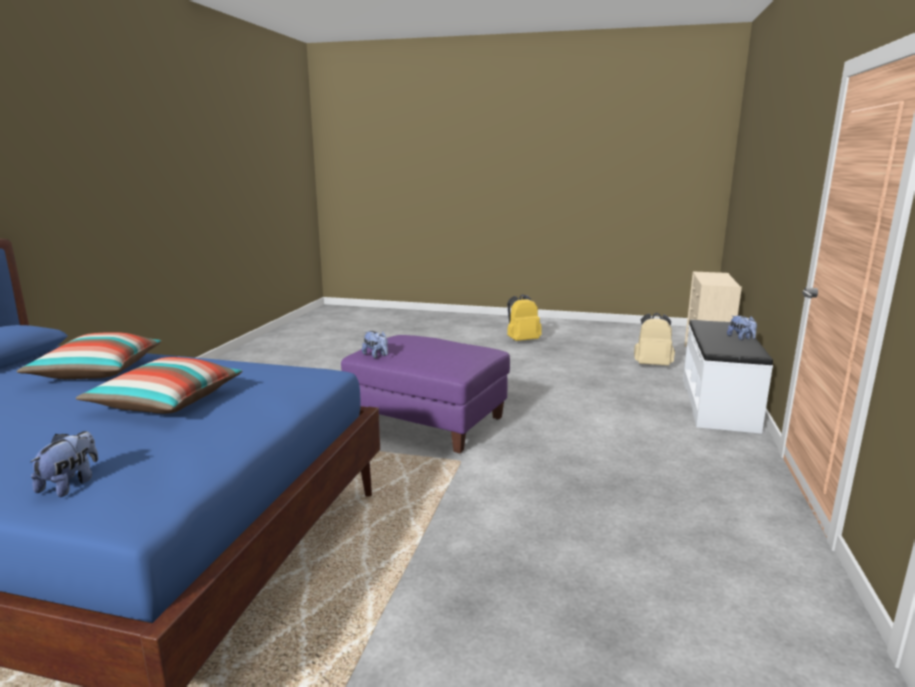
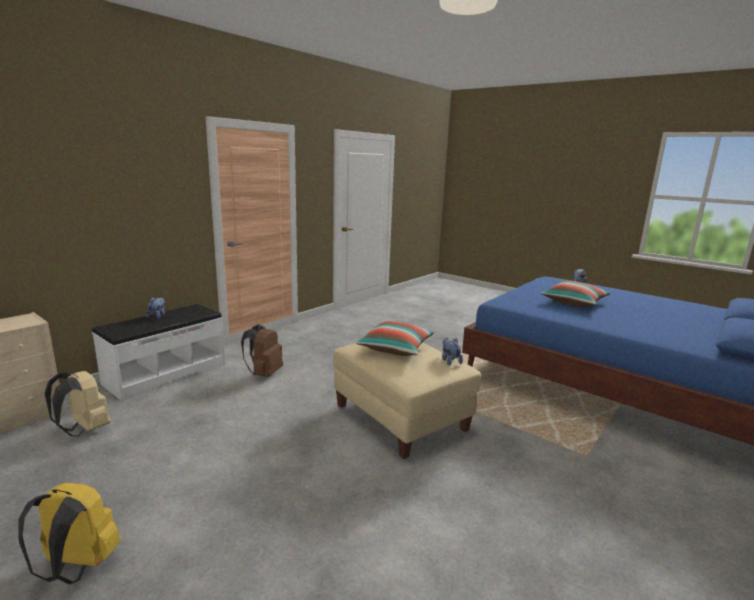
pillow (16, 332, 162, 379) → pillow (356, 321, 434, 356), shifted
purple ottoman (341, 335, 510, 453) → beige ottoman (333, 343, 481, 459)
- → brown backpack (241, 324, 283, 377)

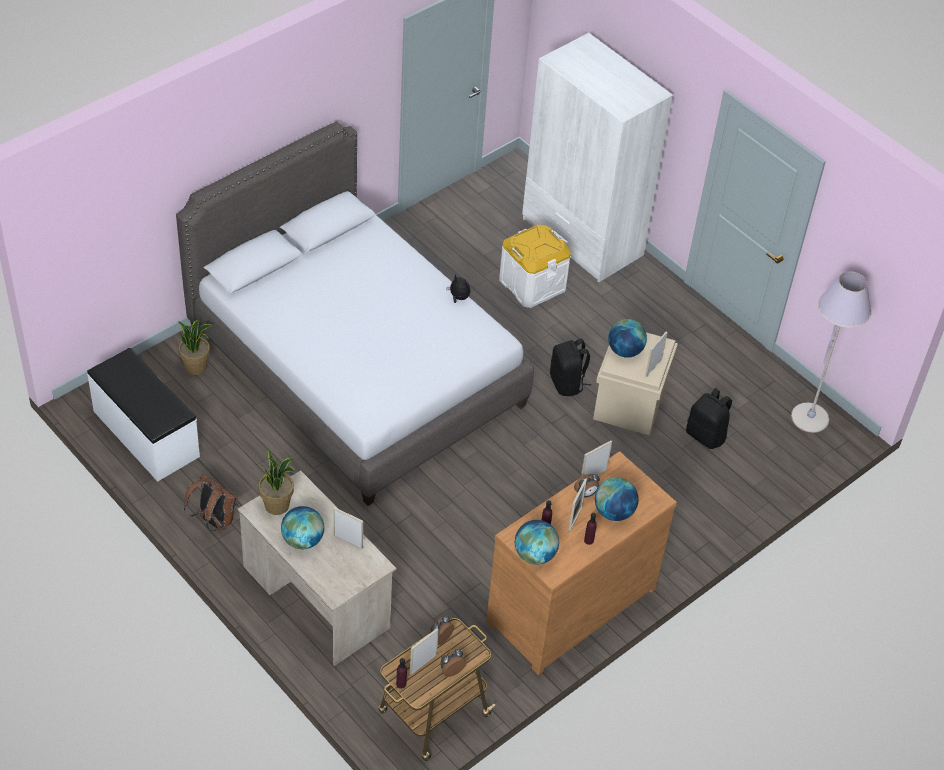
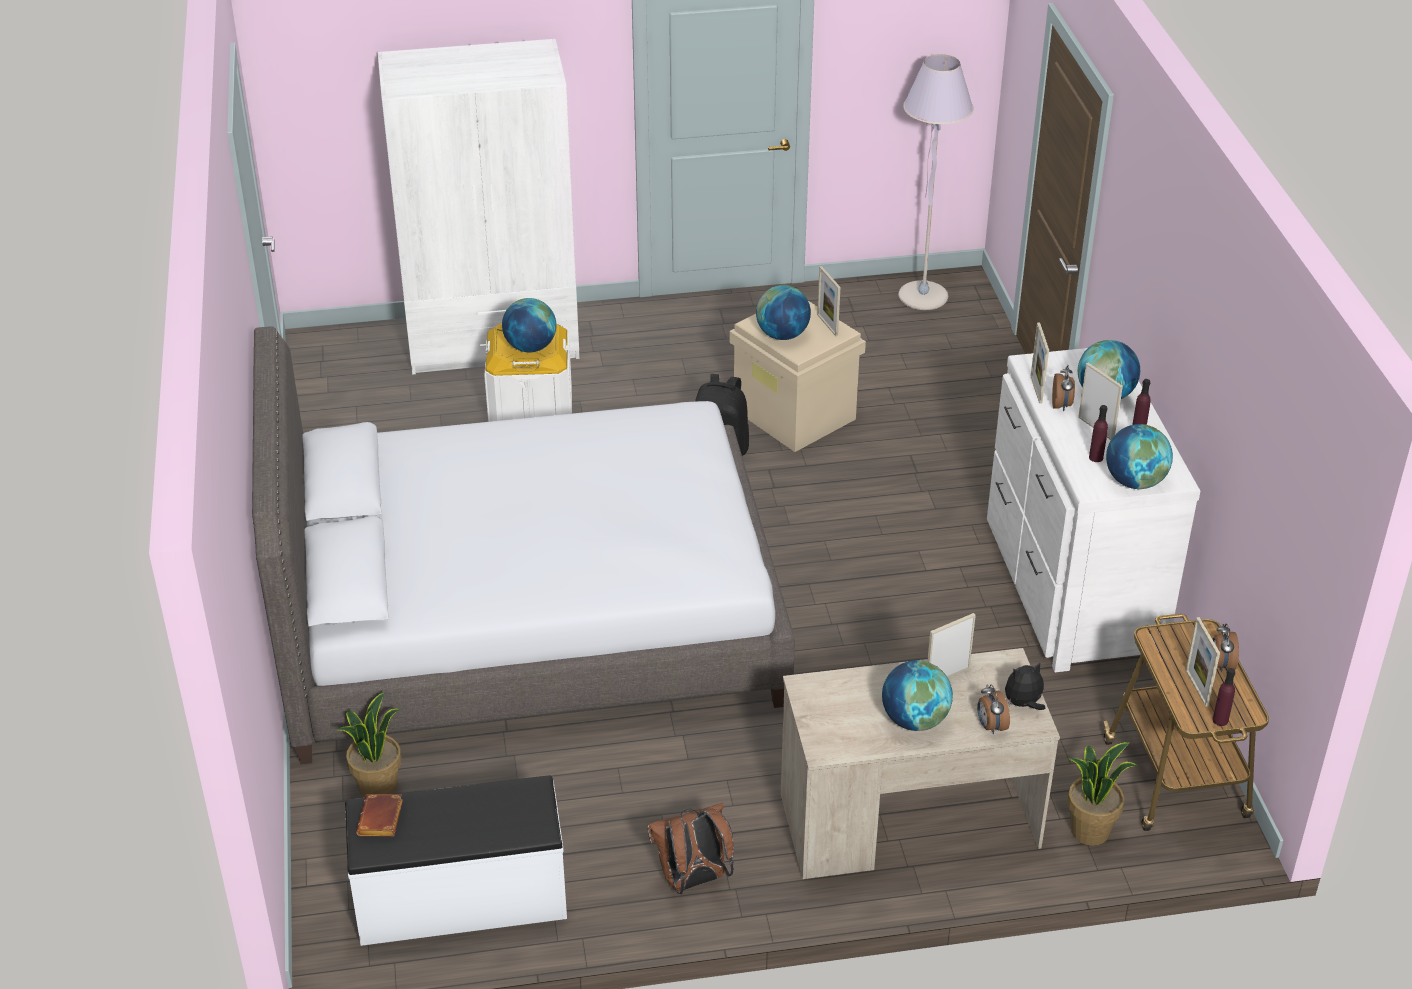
potted plant (258, 450, 295, 515) → potted plant (1067, 742, 1138, 846), shifted
alarm clock (430, 616, 454, 645) → alarm clock (977, 685, 1010, 734), shifted
plush toy (446, 274, 470, 303) → plush toy (1005, 662, 1045, 710), shifted
brown dresser (486, 451, 677, 675) → white dresser (987, 348, 1201, 672)
black backpack (686, 388, 732, 449) → -
- → brown book (356, 794, 403, 837)
- → globe (502, 298, 556, 352)

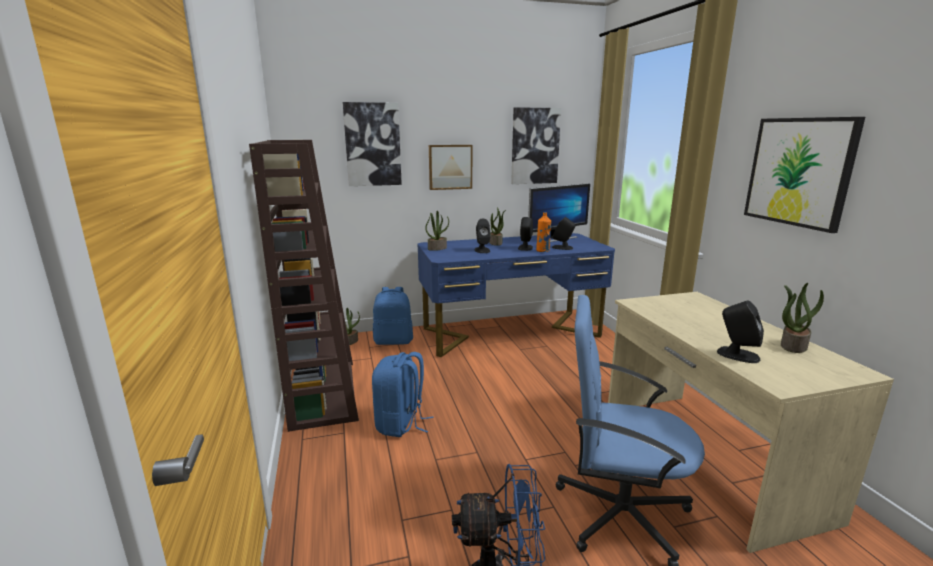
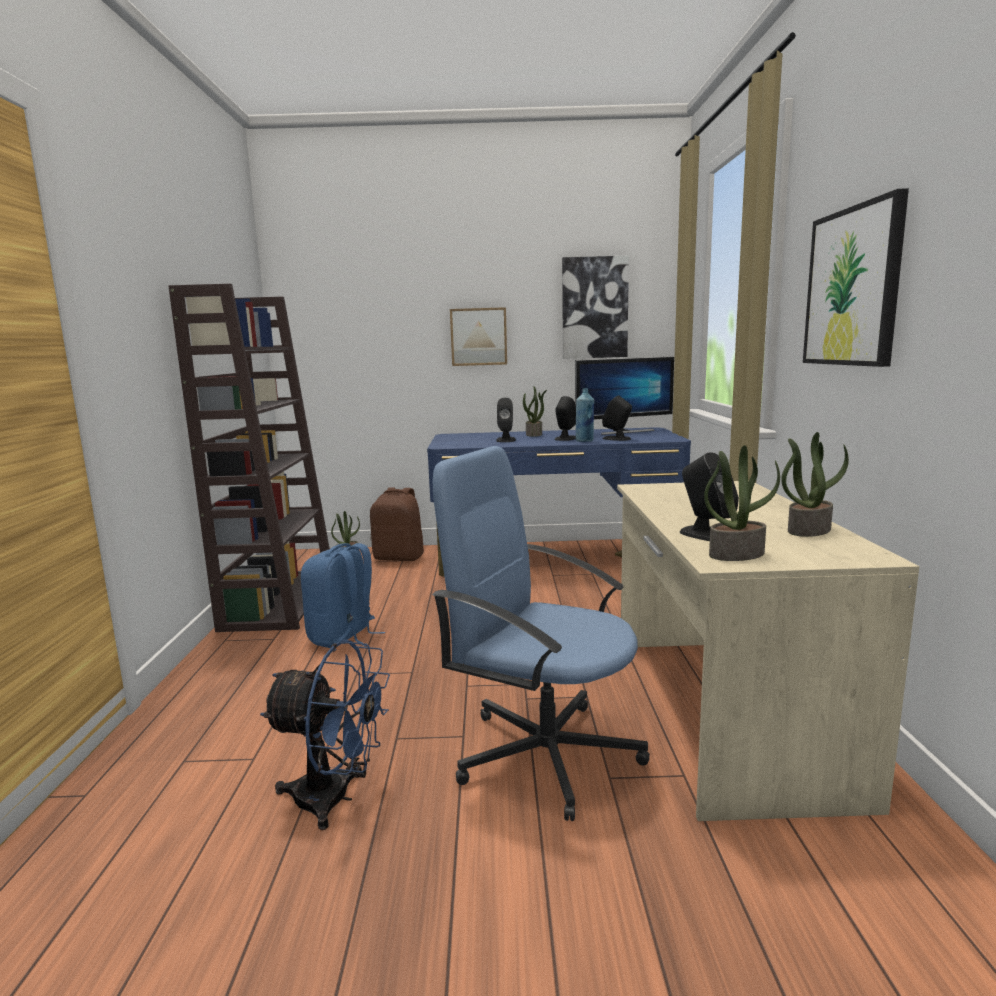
picture (343, 102, 402, 186) → -
blue backpack (373, 287, 413, 345) → brown backpack (370, 487, 424, 561)
potted plant (425, 211, 449, 251) → potted plant (704, 445, 780, 561), shifted
orange bottle (536, 212, 551, 252) → blue bottle (576, 388, 594, 442)

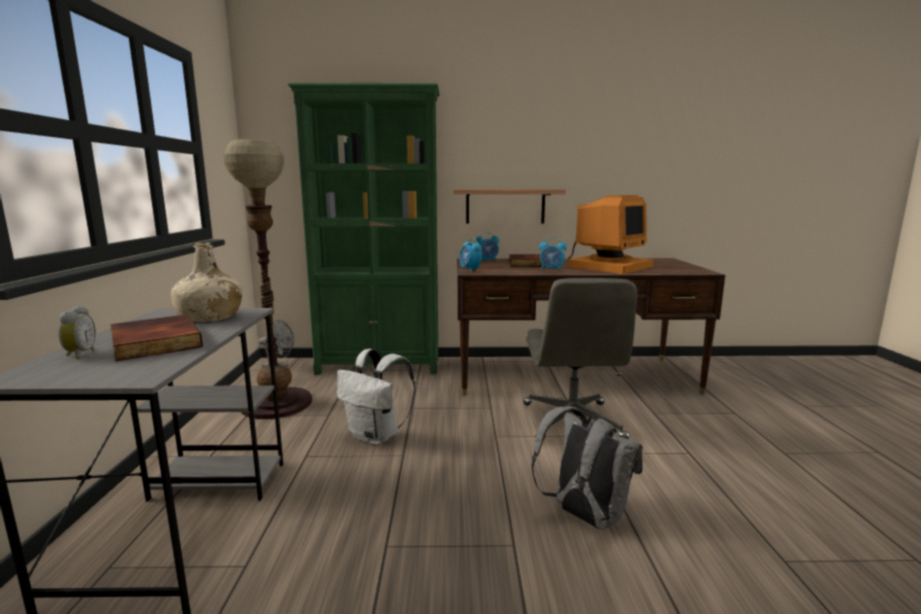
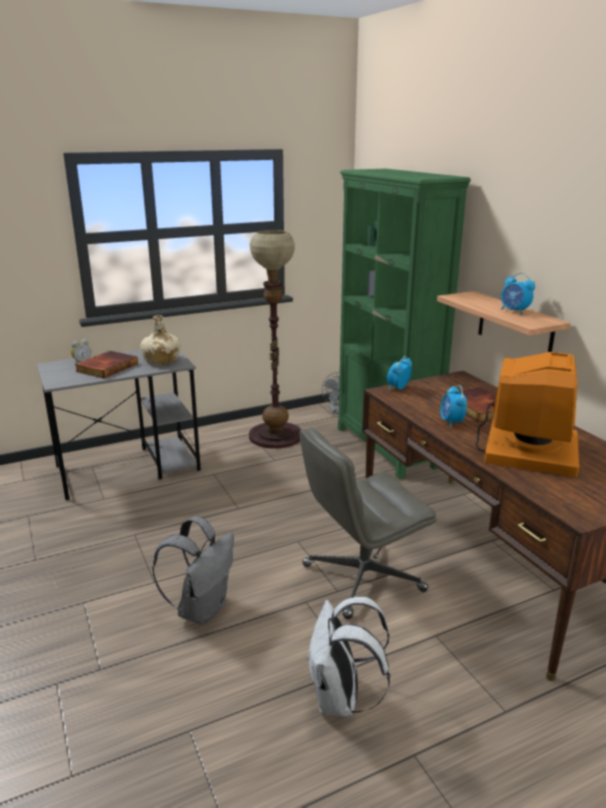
white backpack (336, 349, 415, 445) → white backpack (307, 596, 390, 717), shifted
alarm clock (476, 232, 499, 262) → alarm clock (501, 273, 535, 314), shifted
monitor (568, 195, 653, 274) → monitor (475, 352, 579, 477), 90 degrees counterclockwise

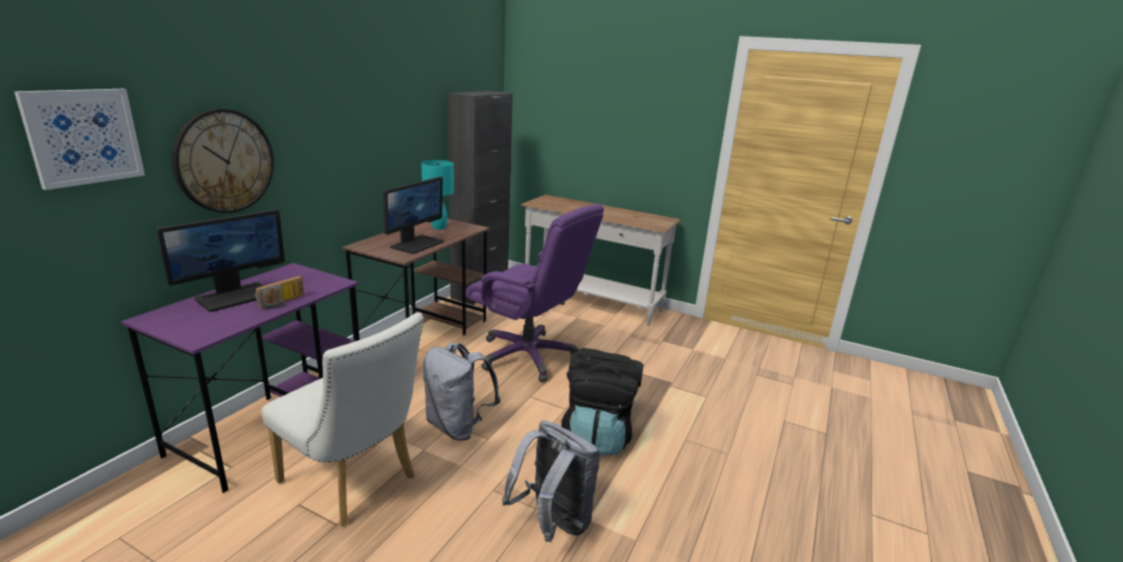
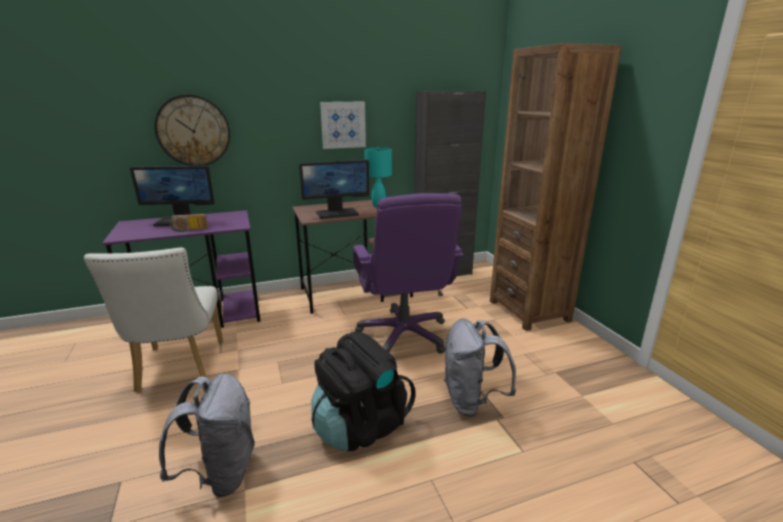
picture (14, 89, 145, 190) → picture (320, 101, 366, 149), shifted
grey backpack (423, 343, 501, 441) → grey backpack (444, 319, 516, 417), shifted
white console table (521, 195, 681, 326) → brown bookcase (490, 43, 622, 331)

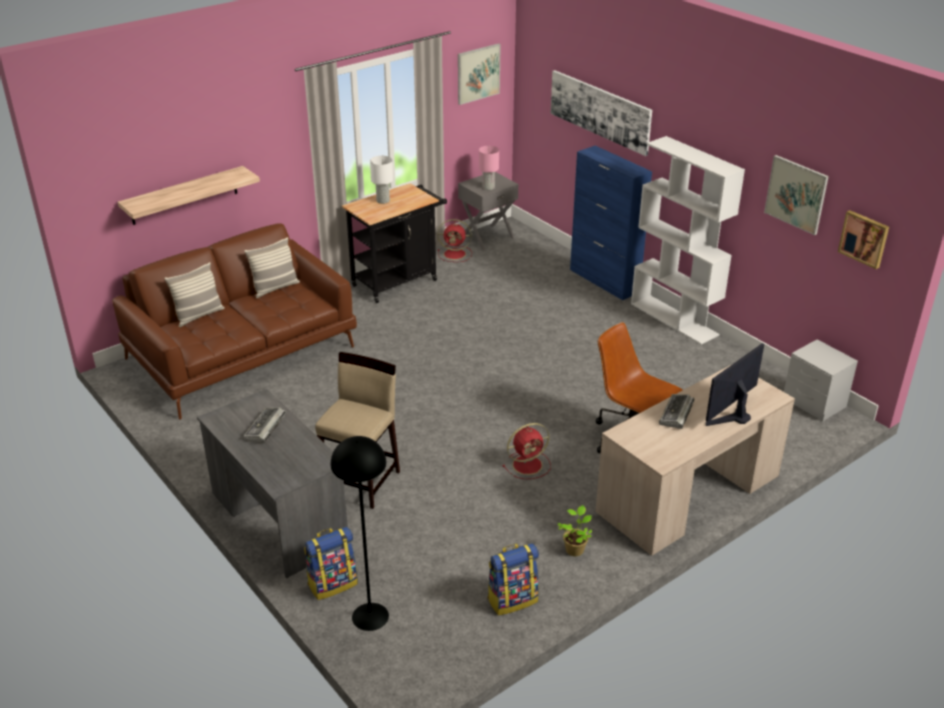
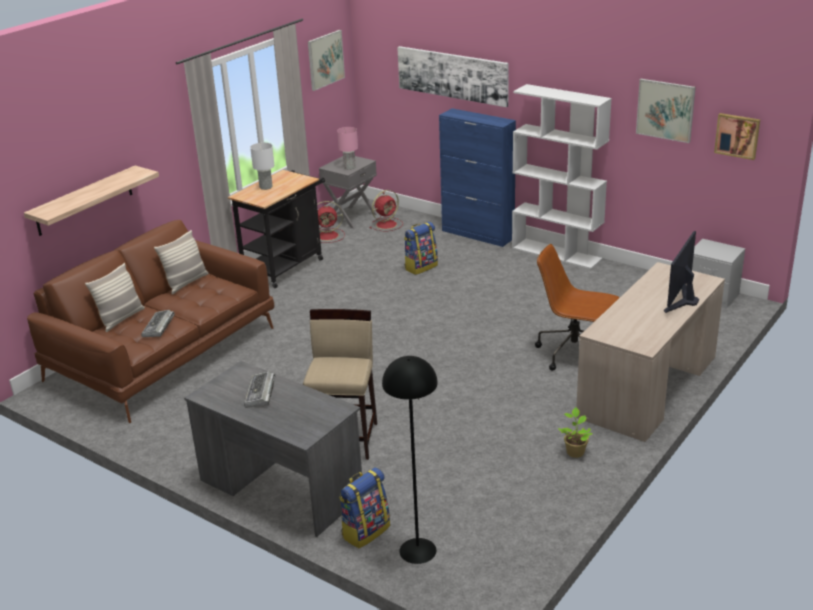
backpack (487, 543, 539, 615) → backpack (404, 222, 438, 275), shifted
red fan (502, 423, 551, 479) → red fan (369, 190, 403, 231), shifted
keyboard (659, 394, 694, 429) → keyboard (141, 310, 175, 337), shifted

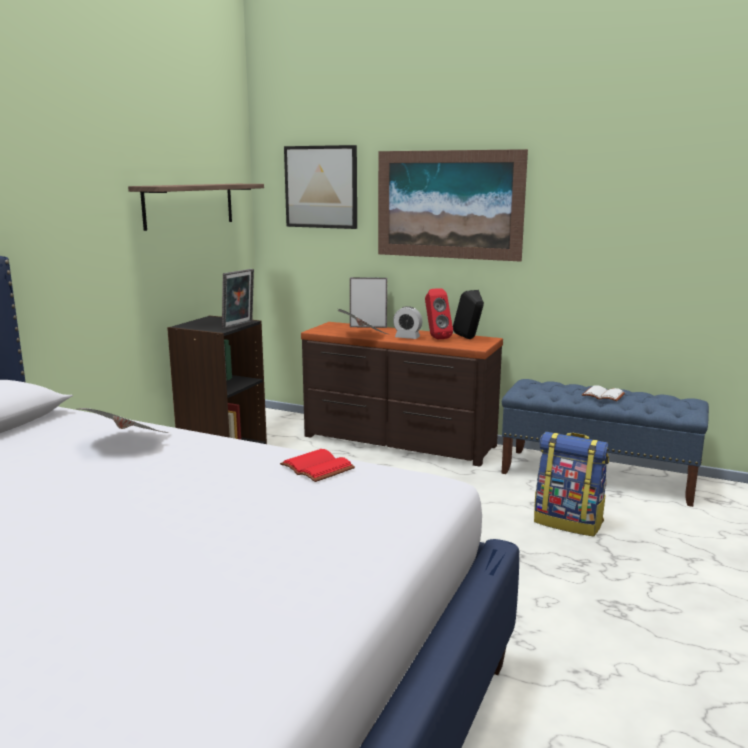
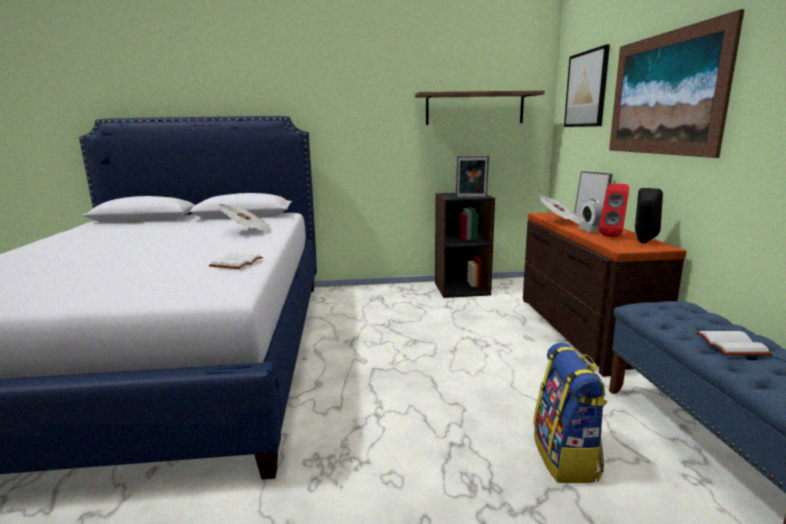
red book (280, 449, 355, 482) → white book (208, 253, 263, 269)

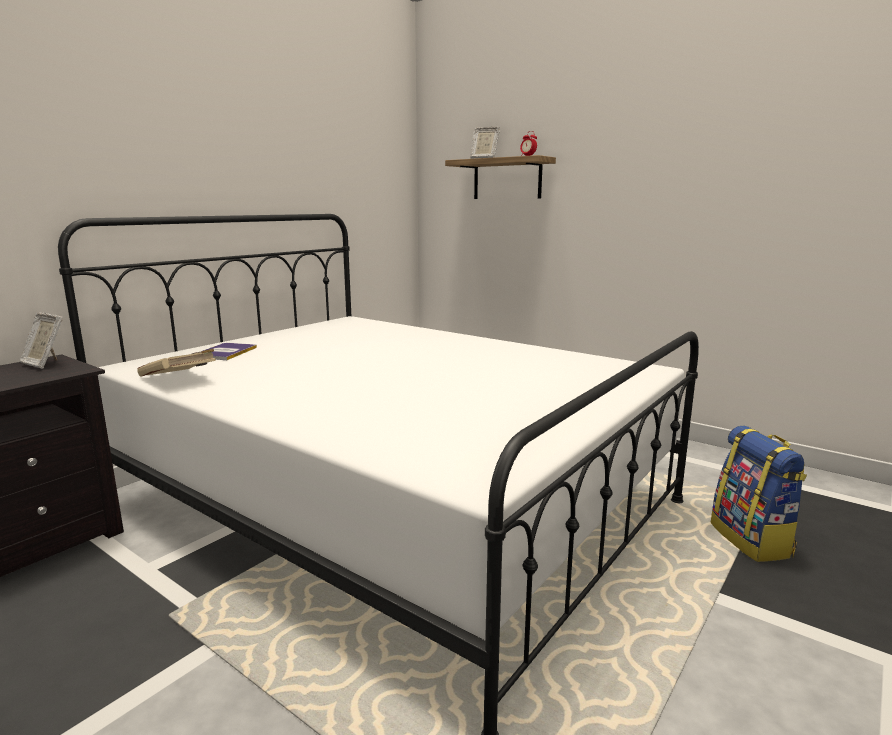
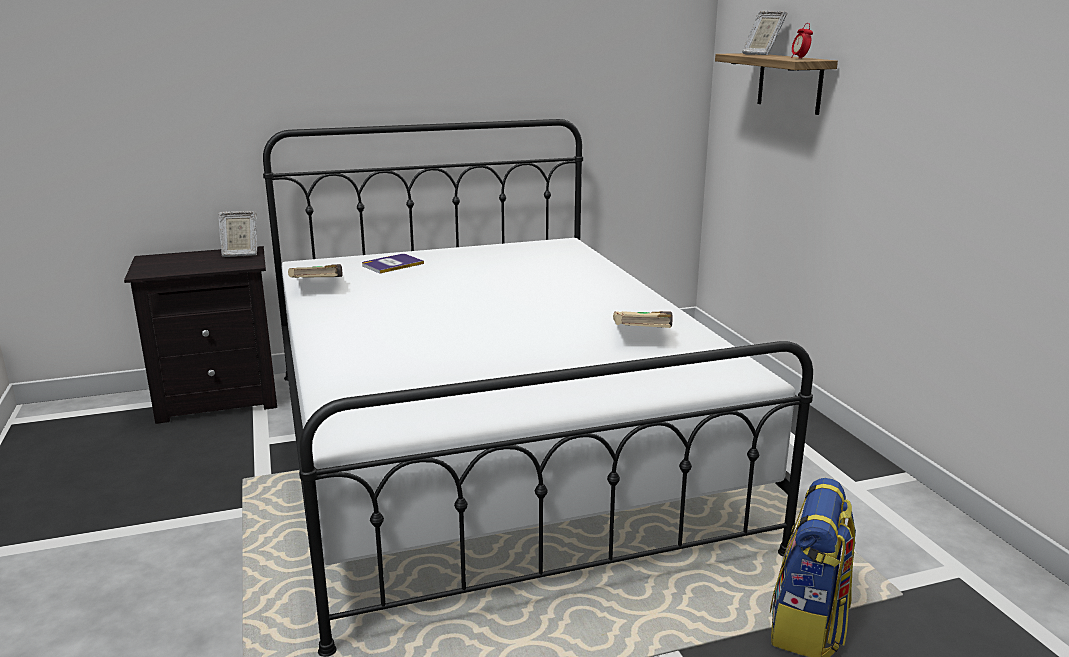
picture frame (20, 312, 63, 369) → picture frame (218, 211, 257, 257), 75 degrees counterclockwise
- → beige book (613, 311, 672, 328)

